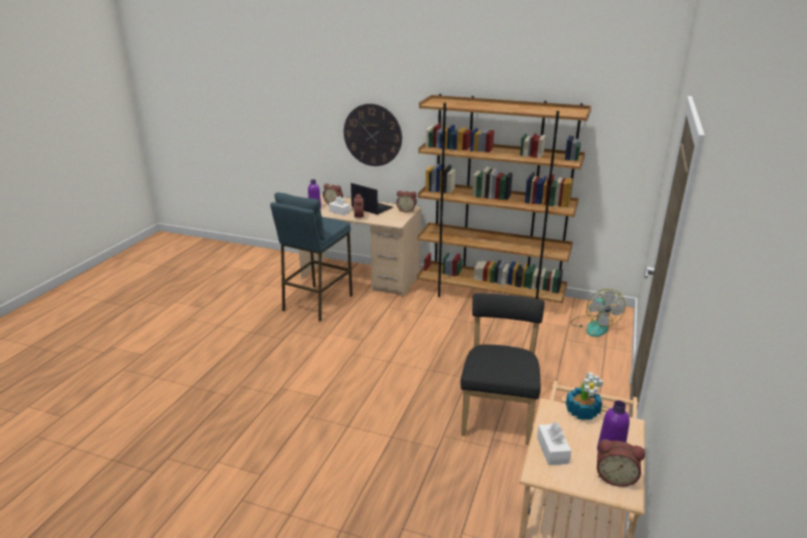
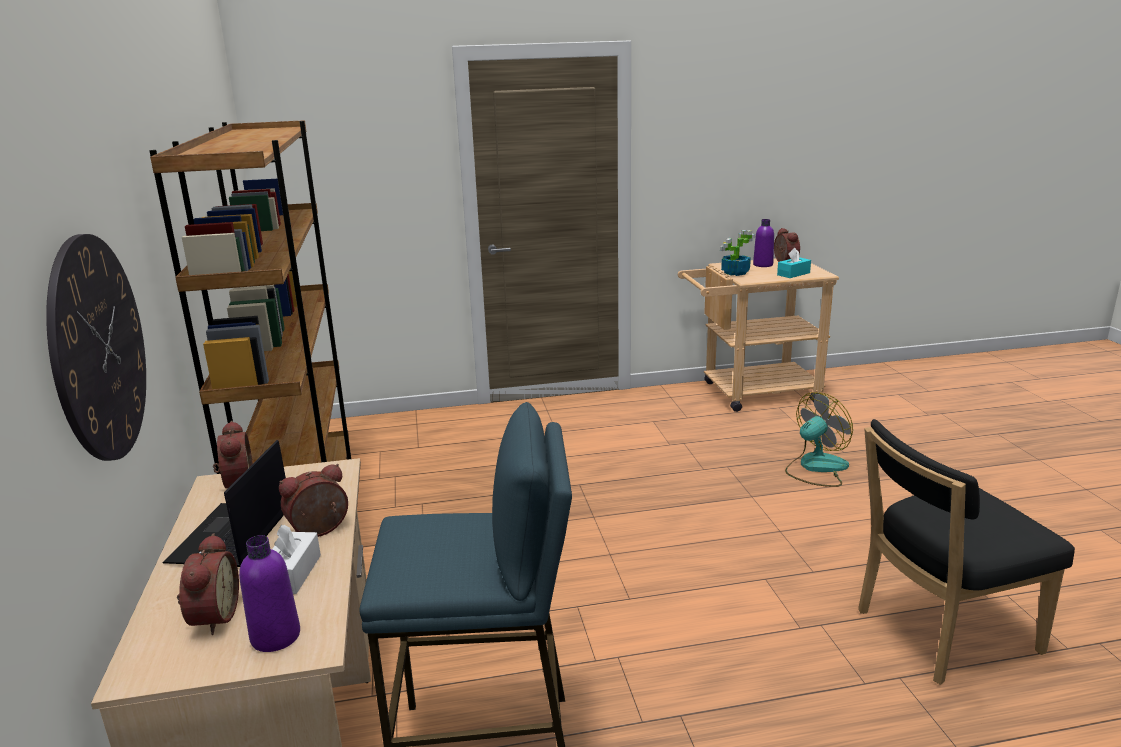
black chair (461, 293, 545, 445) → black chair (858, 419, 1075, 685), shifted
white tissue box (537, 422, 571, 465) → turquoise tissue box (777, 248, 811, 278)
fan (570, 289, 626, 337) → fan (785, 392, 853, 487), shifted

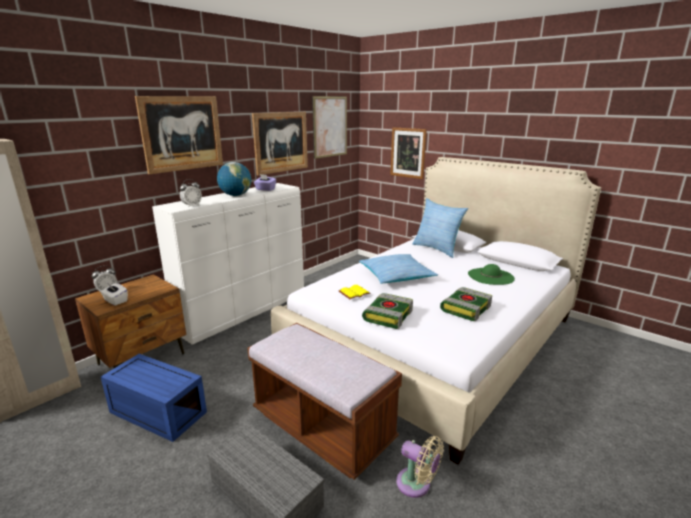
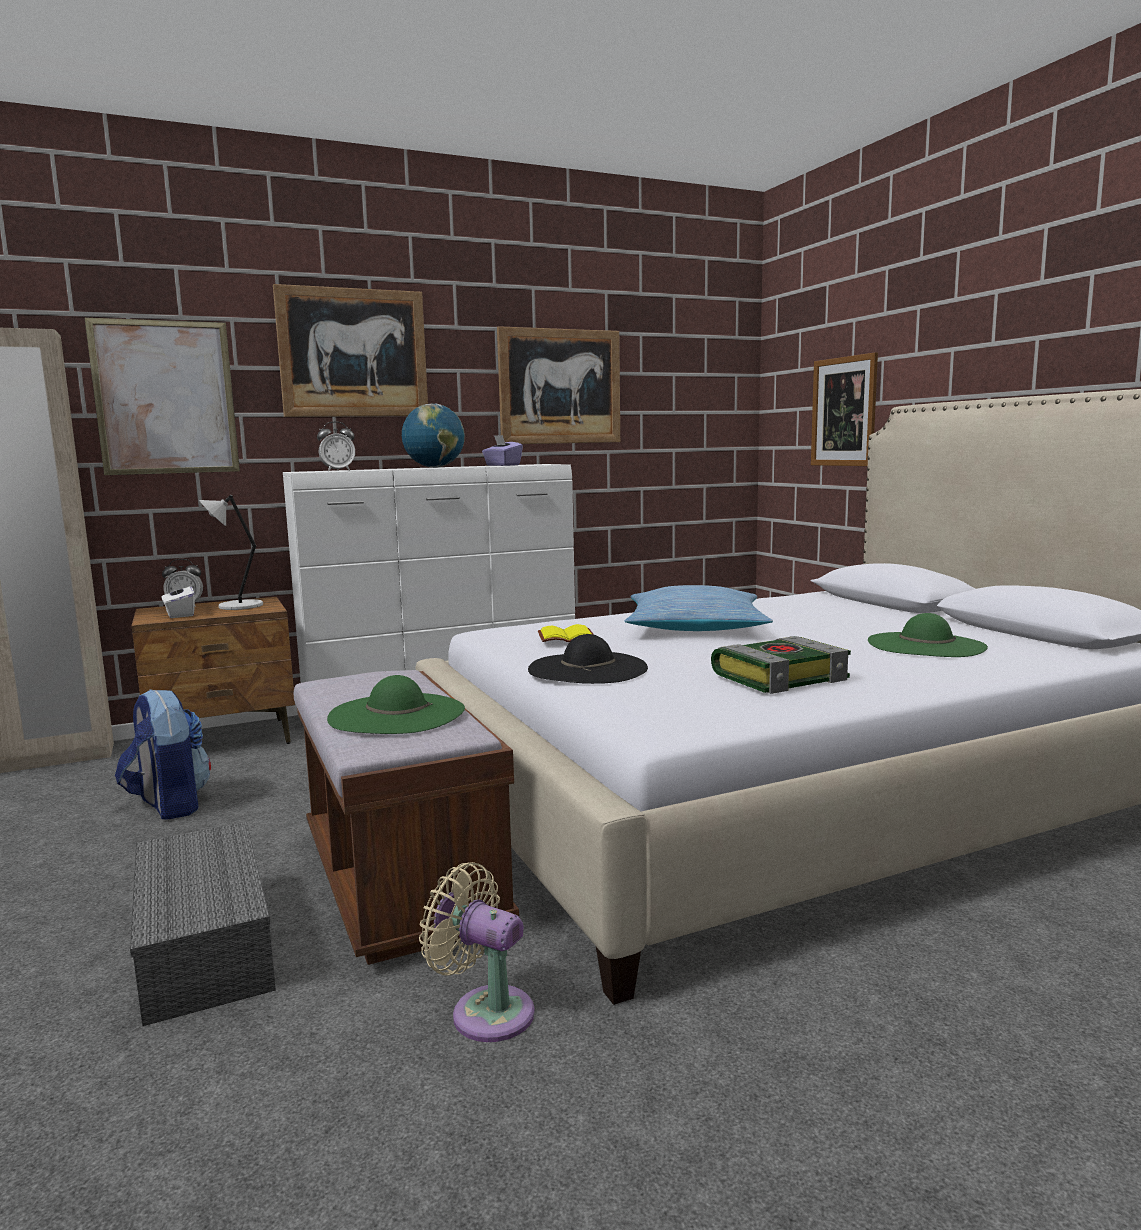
blue storage box (101, 354, 207, 442) → backpack (115, 689, 211, 820)
picture (312, 96, 347, 159) → picture (85, 318, 240, 475), shifted
book (362, 293, 413, 329) → black hat (528, 634, 648, 684)
beige fan (396, 436, 444, 498) → beige fan (419, 862, 535, 1042), 150 degrees clockwise
pillow (412, 198, 468, 258) → -
- → grey table lamp (199, 495, 263, 610)
- → green hat (327, 675, 465, 734)

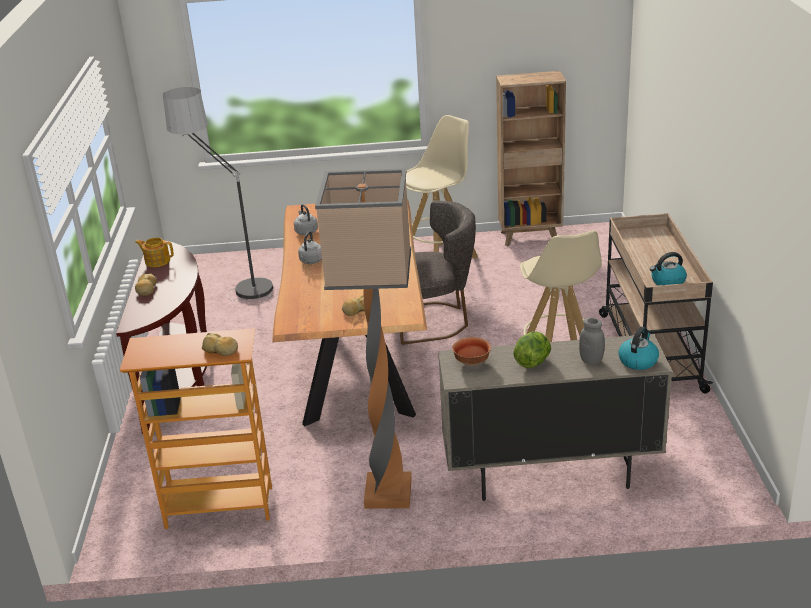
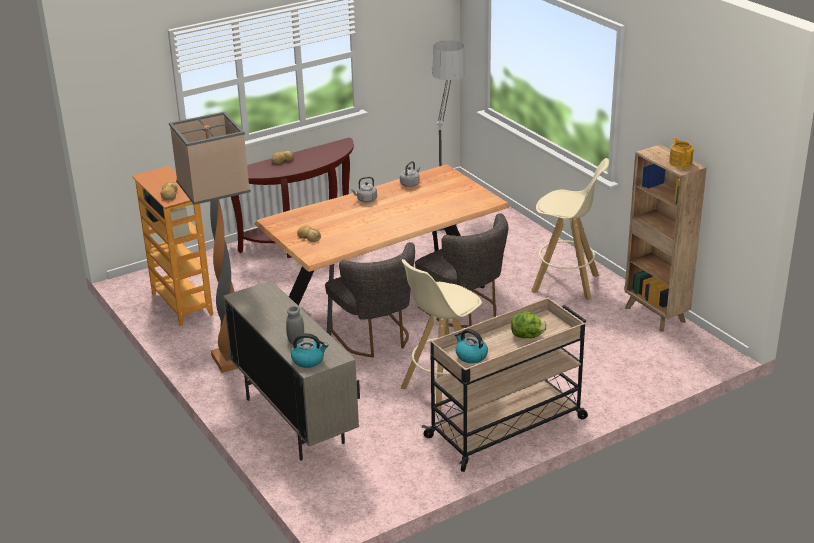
teapot (135, 237, 174, 267) → teapot (669, 138, 694, 168), shifted
bowl (452, 337, 491, 366) → -
lettuce (513, 331, 551, 368) → lettuce (511, 311, 547, 338), shifted
- → grey chair (325, 242, 415, 358)

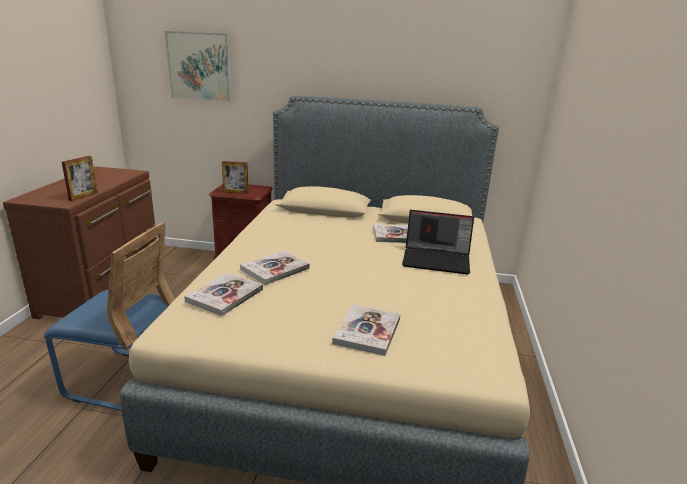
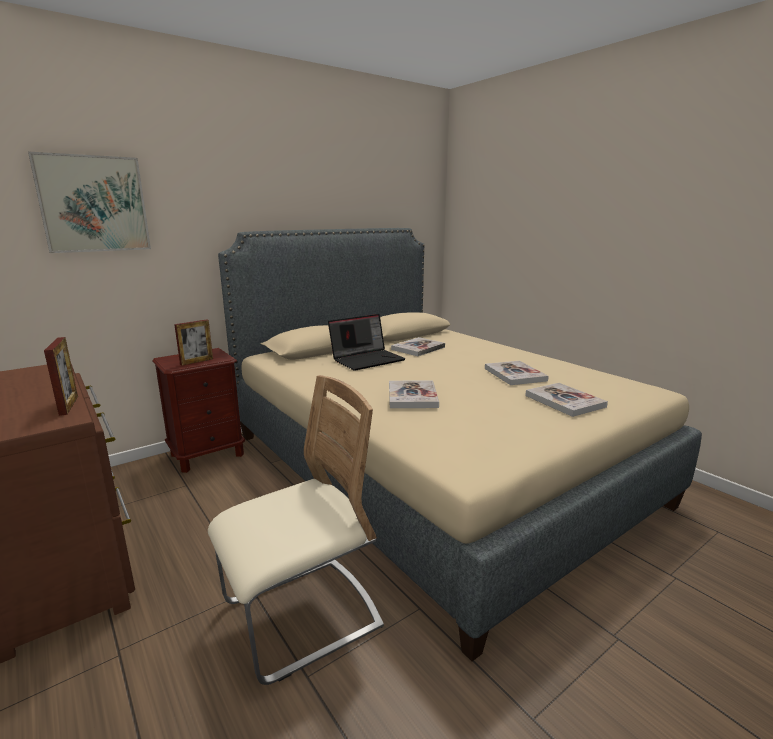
blue chair (44, 222, 175, 411) → beige chair (208, 375, 384, 685)
book (184, 273, 263, 316) → book (485, 361, 549, 385), shifted
laptop (402, 210, 474, 274) → laptop (328, 314, 406, 371), shifted

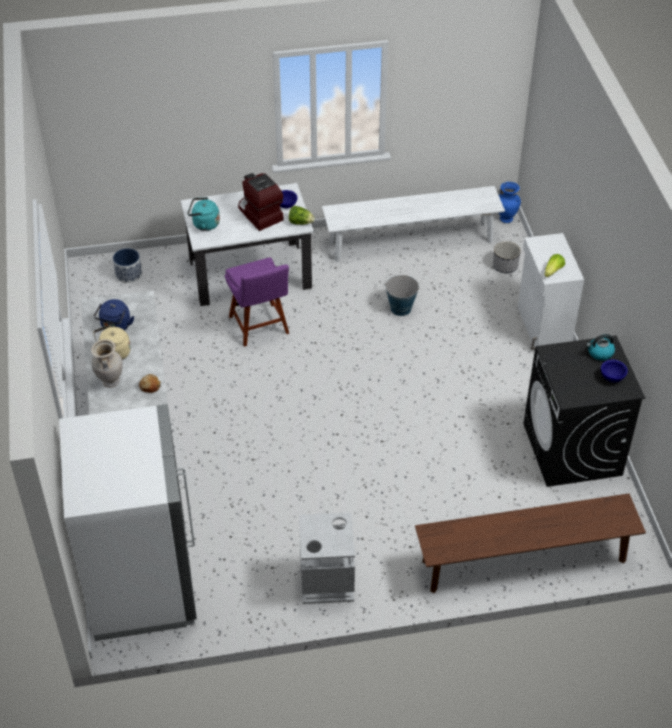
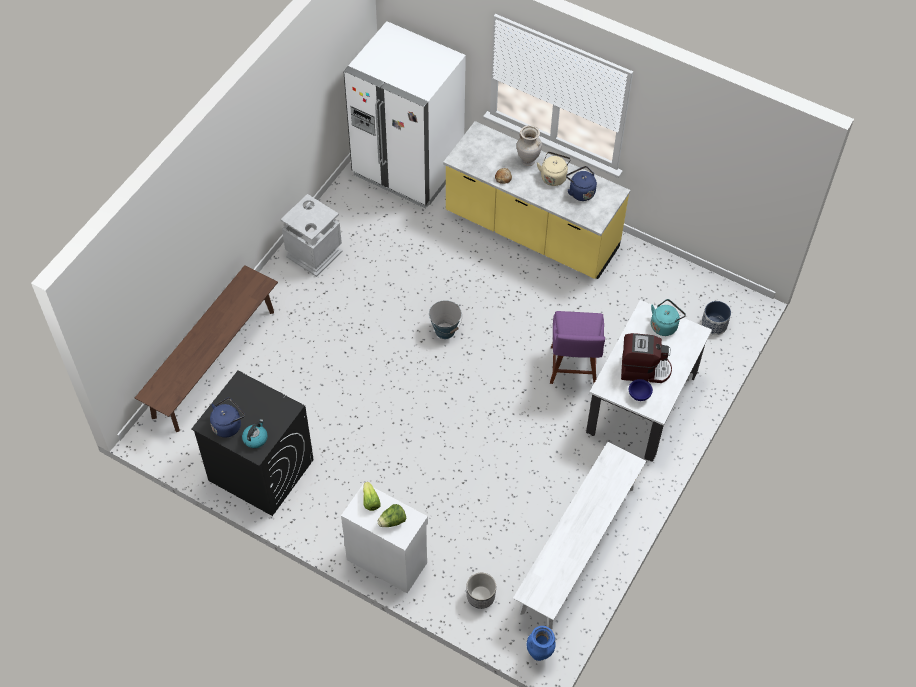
purple chair (225, 257, 289, 347) → purple chair (550, 311, 605, 384), 105 degrees counterclockwise
lettuce (289, 206, 315, 225) → lettuce (377, 504, 406, 527), shifted
bucket (385, 275, 419, 316) → bucket (429, 300, 462, 339), shifted
blue bowl (601, 360, 628, 382) → blue kettle (210, 398, 245, 437)

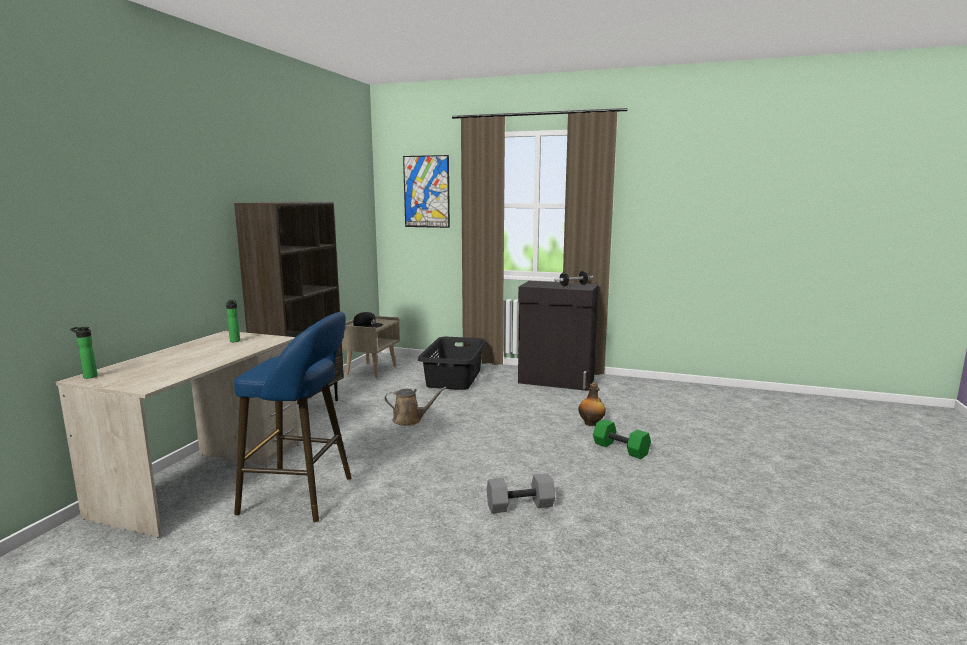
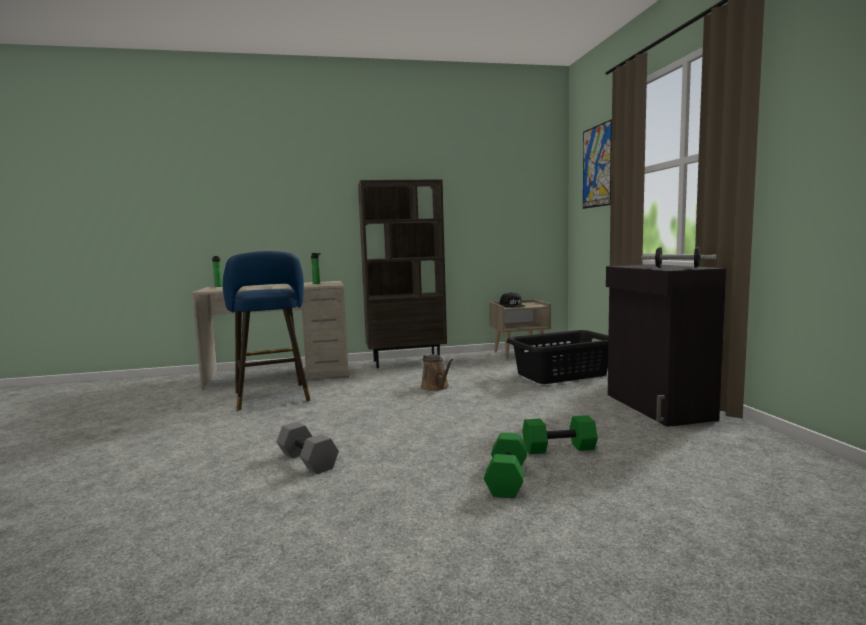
bottle (578, 383, 606, 426) → green dumbbell (522, 415, 598, 454)

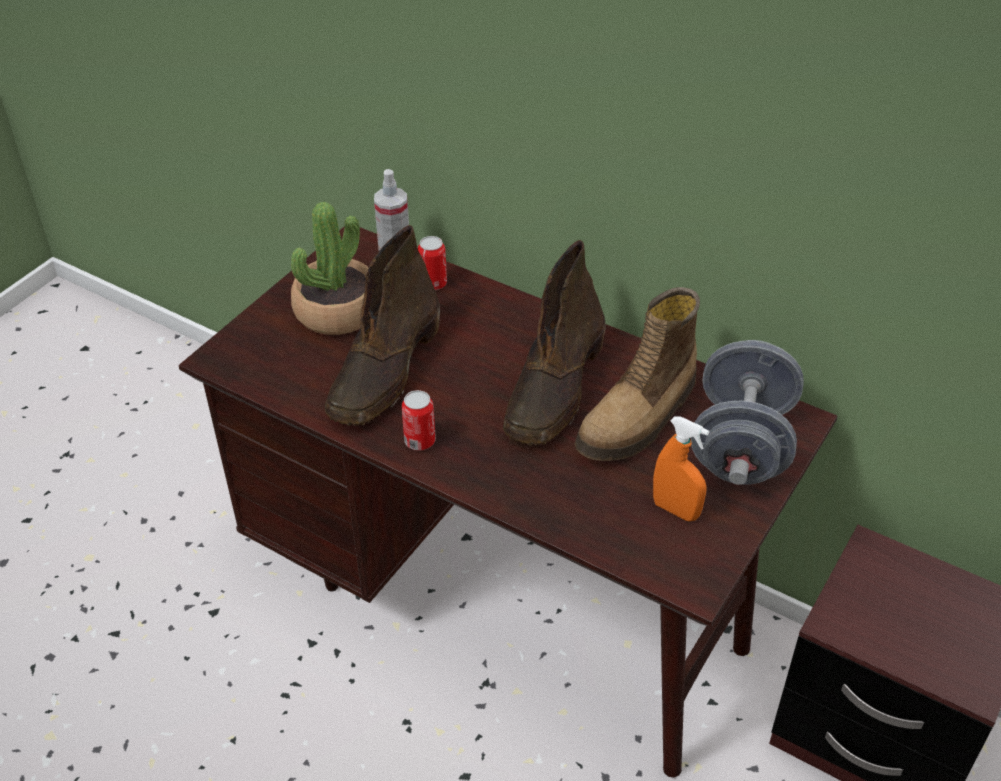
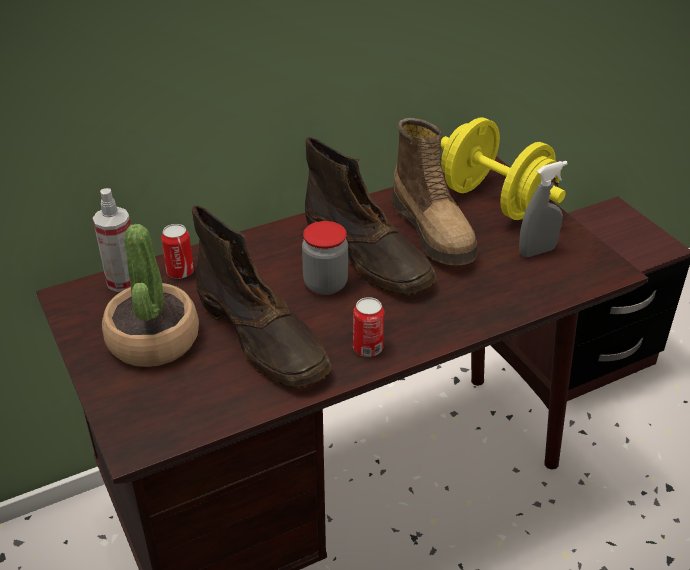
orange spray bottle (653, 417, 709, 521) → grey spray bottle (519, 161, 568, 257)
grey dumbbell (691, 340, 804, 485) → yellow dumbbell (441, 118, 566, 220)
- → jar (302, 221, 348, 295)

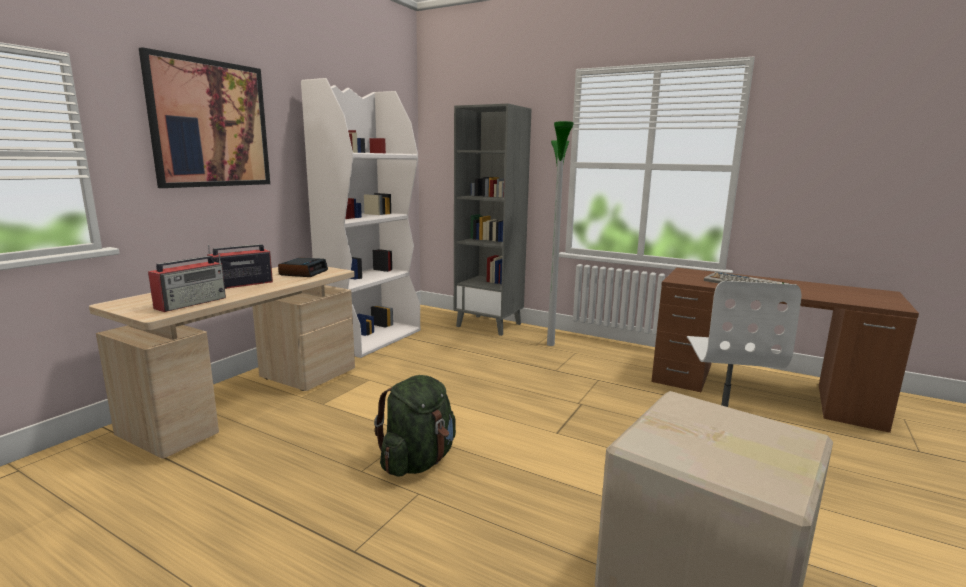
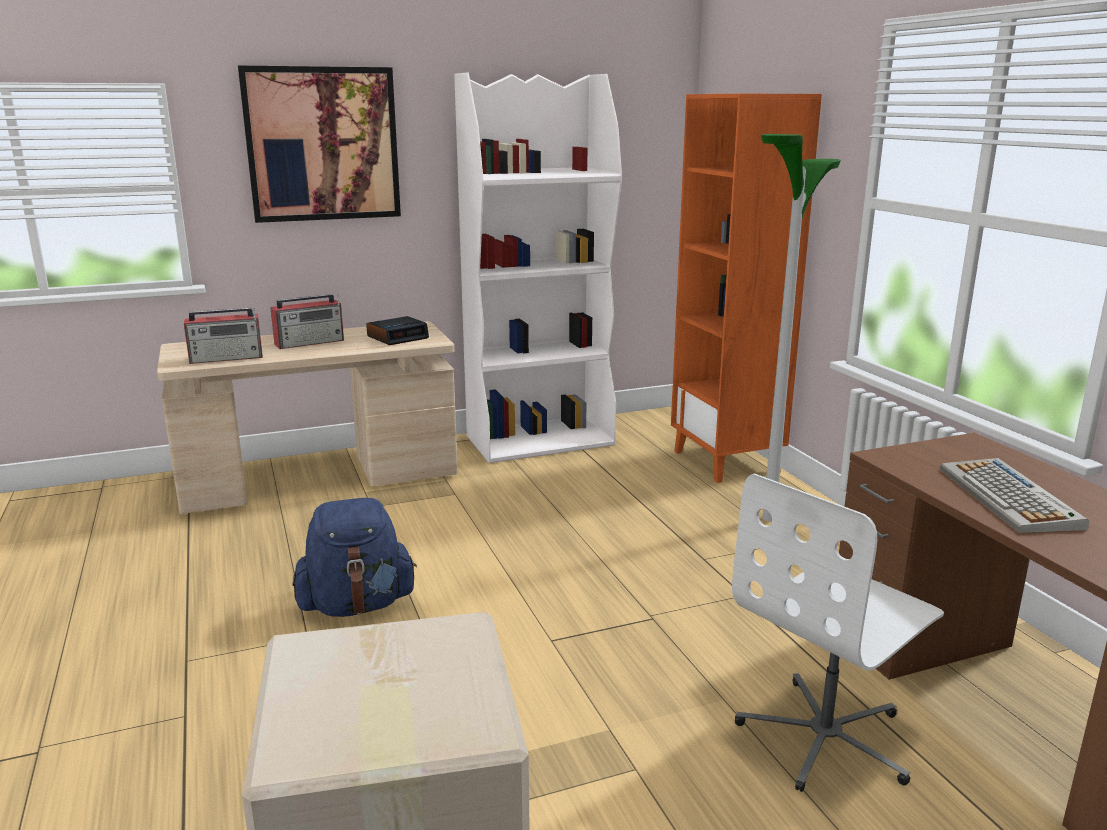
radio (207, 244, 273, 289) → radio (270, 293, 344, 349), 150 degrees clockwise
green backpack (374, 375, 456, 477) → blue backpack (293, 498, 417, 617)
grey bookcase (454, 104, 531, 336) → orange bookcase (671, 94, 822, 483)

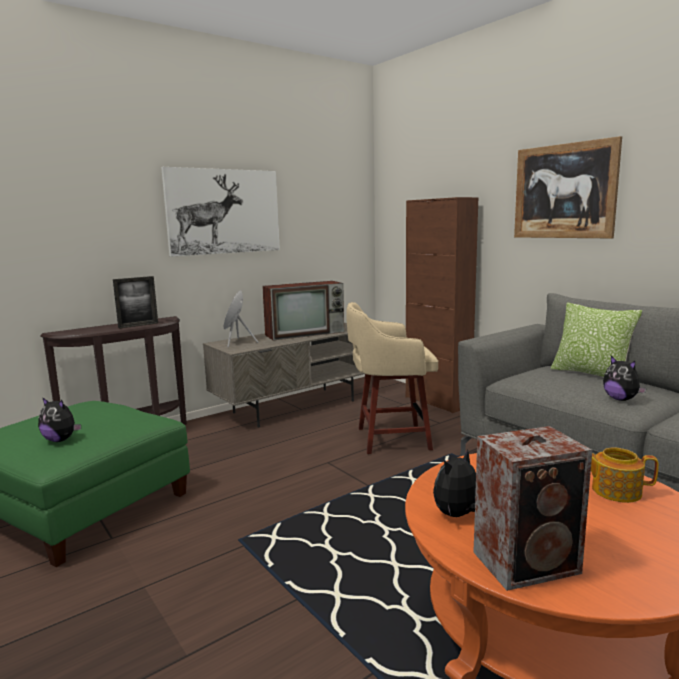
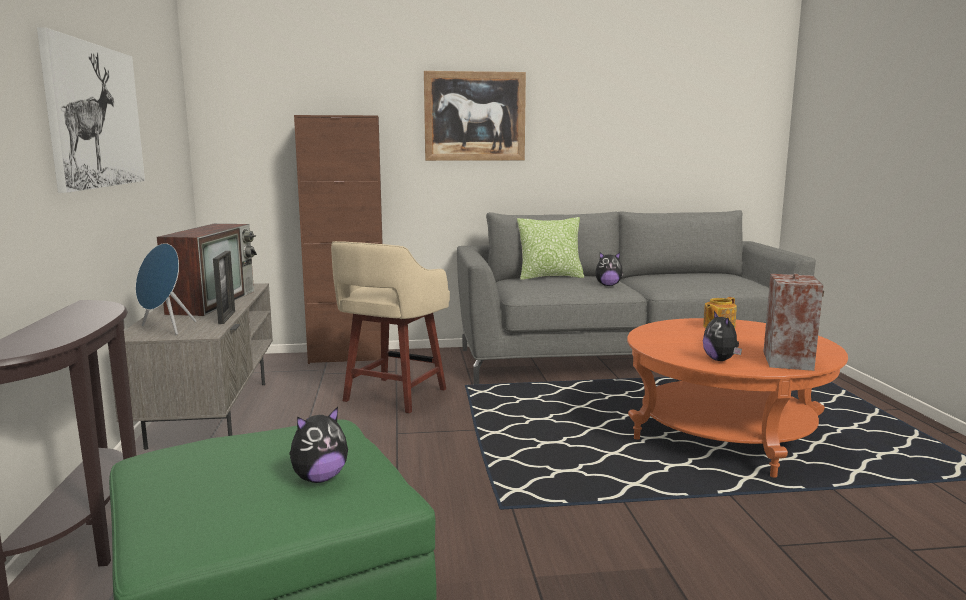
picture frame (113, 276, 158, 329) → picture frame (213, 251, 235, 324), shifted

